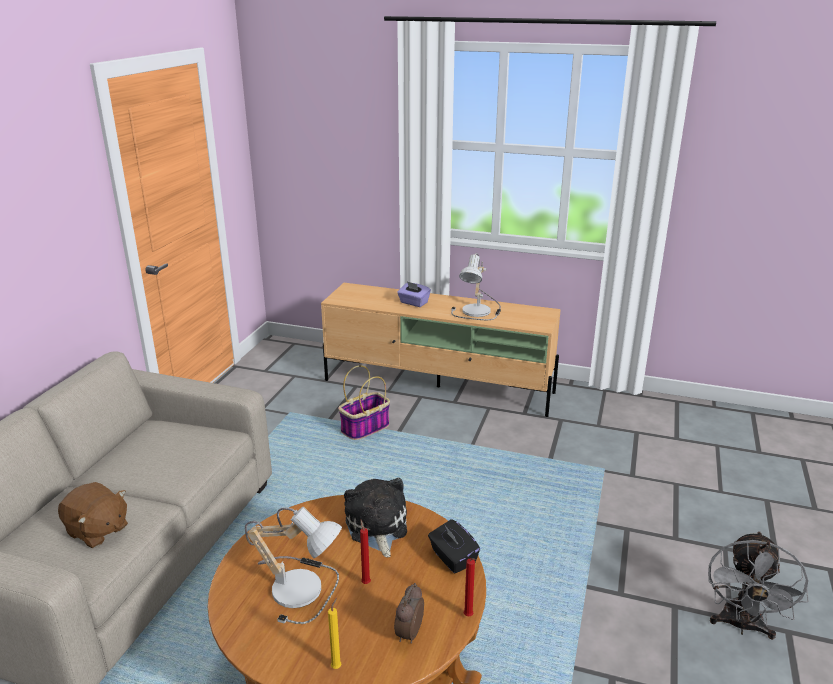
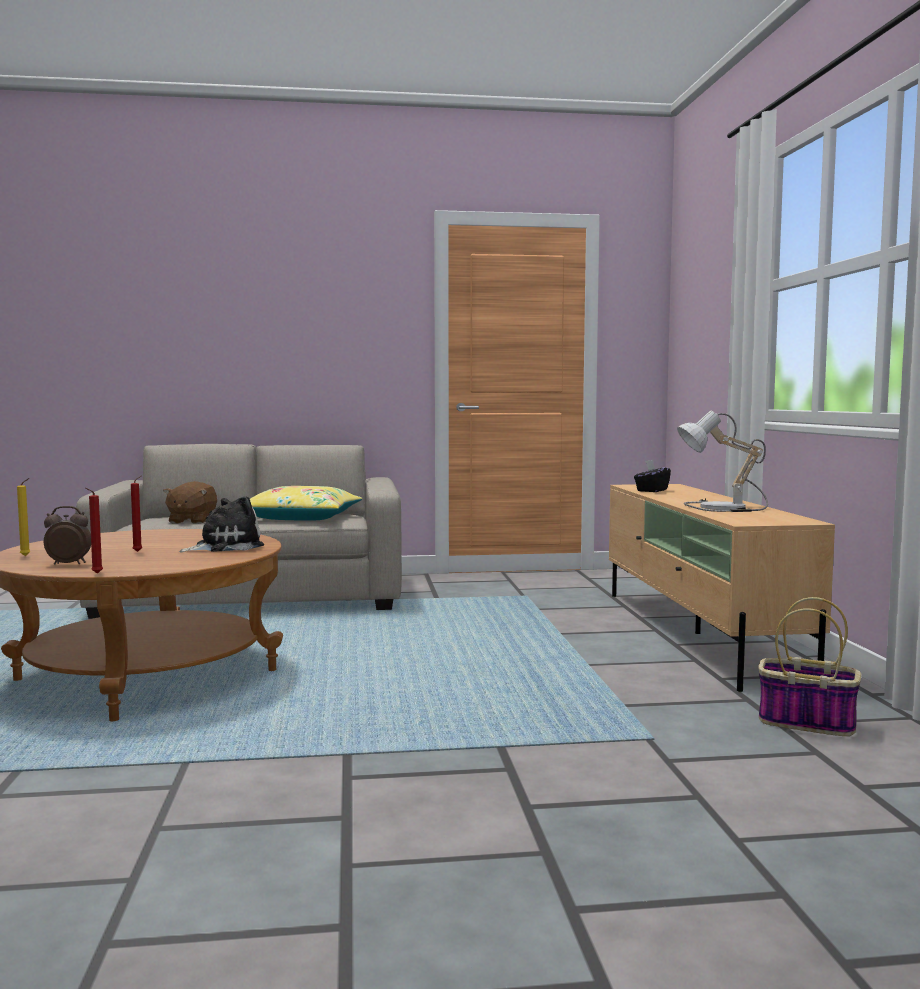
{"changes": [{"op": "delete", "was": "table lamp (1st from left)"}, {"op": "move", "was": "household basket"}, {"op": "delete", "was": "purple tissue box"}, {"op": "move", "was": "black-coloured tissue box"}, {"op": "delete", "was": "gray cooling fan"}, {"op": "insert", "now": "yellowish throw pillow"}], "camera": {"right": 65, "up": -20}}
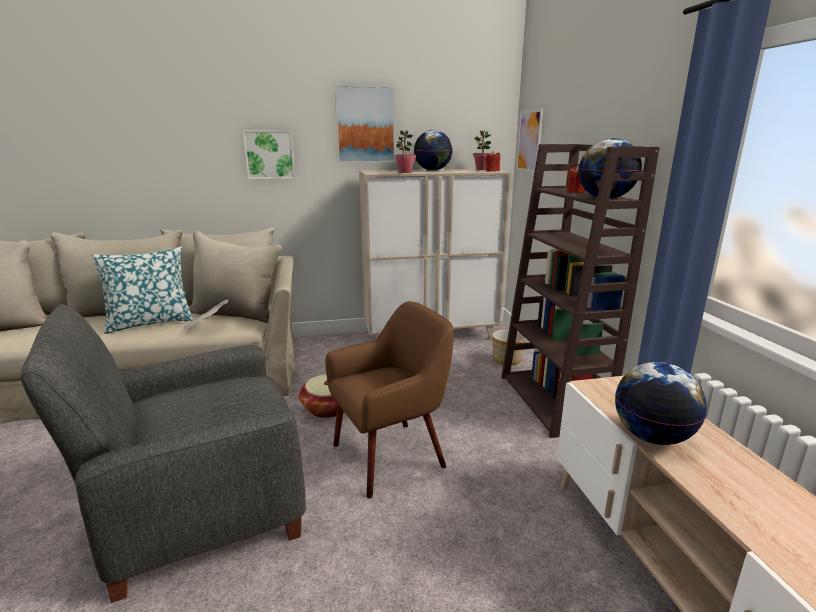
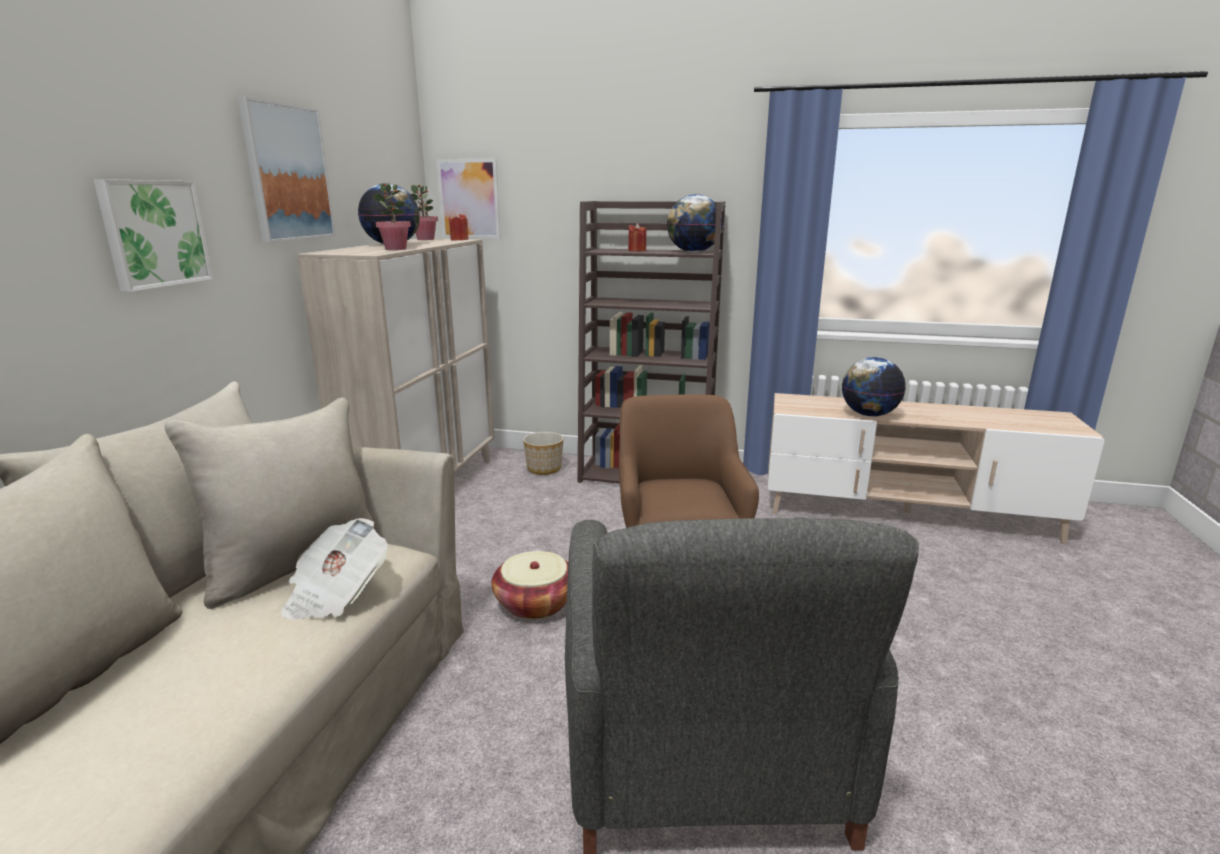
{"changes": [{"op": "delete", "was": "throw pillow"}], "camera": {"right": -65, "up": 0}}
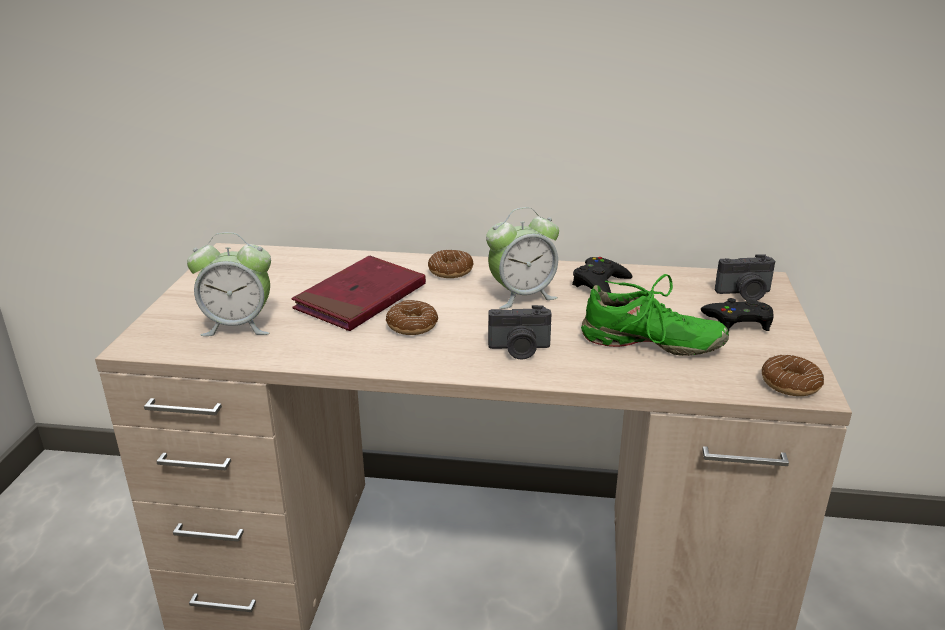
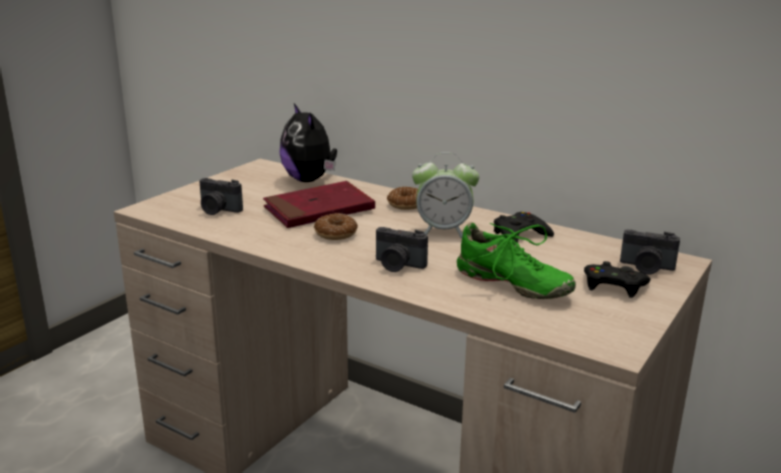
{"changes": [{"op": "replace", "was": "alarm clock (1st from left)", "now": "photo camera (1st from left)"}, {"op": "delete", "was": "ring doughnut (3rd from left)"}, {"op": "insert", "now": "cuddly toy"}], "camera": {"right": 25, "up": -5}}
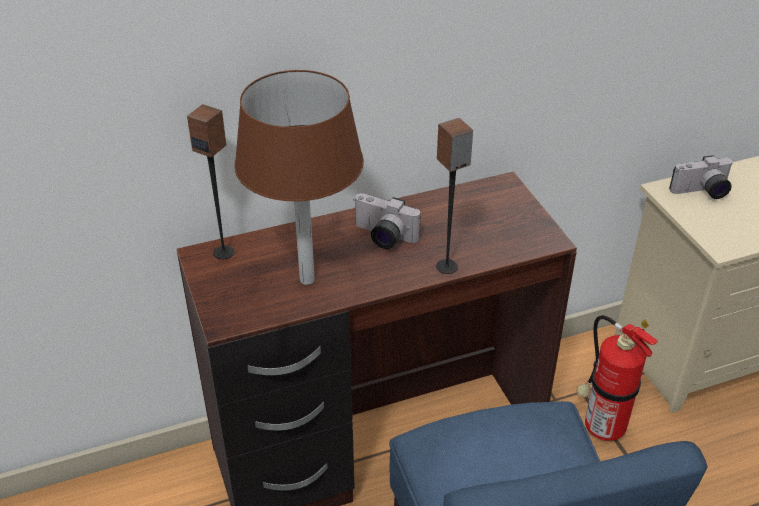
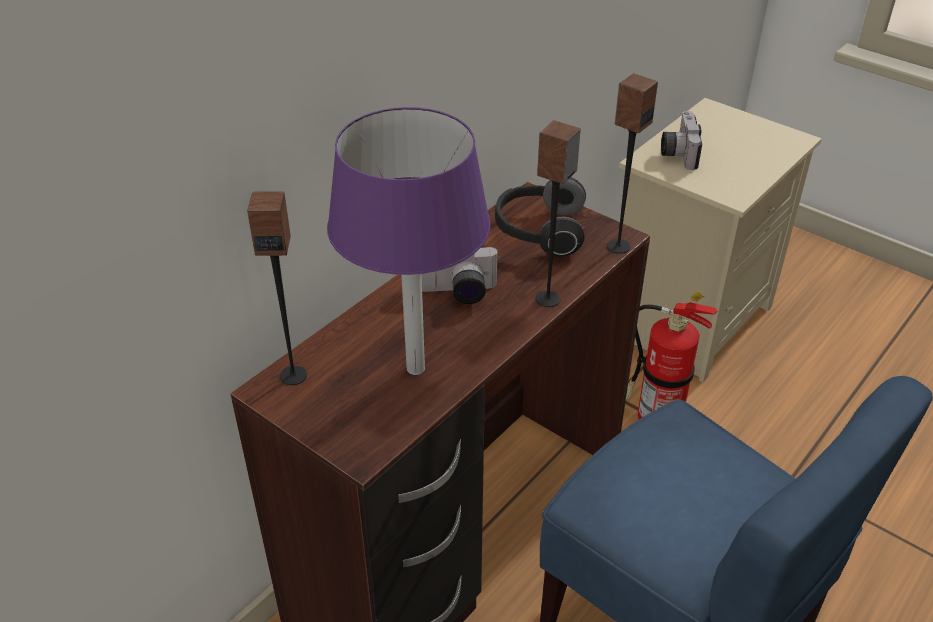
{"changes": [{"op": "recolor", "was": "brown-coloured table lamp", "now": "purple table lamp"}, {"op": "rotate", "was": "photo camera (2nd from left)", "clockwise": 135}, {"op": "insert", "now": "headset"}, {"op": "insert", "now": "loudspeaker (3rd from left)"}], "camera": {"right": -30, "up": 0}}
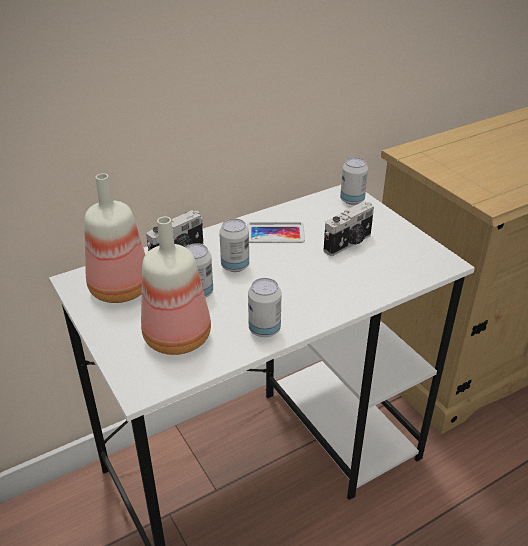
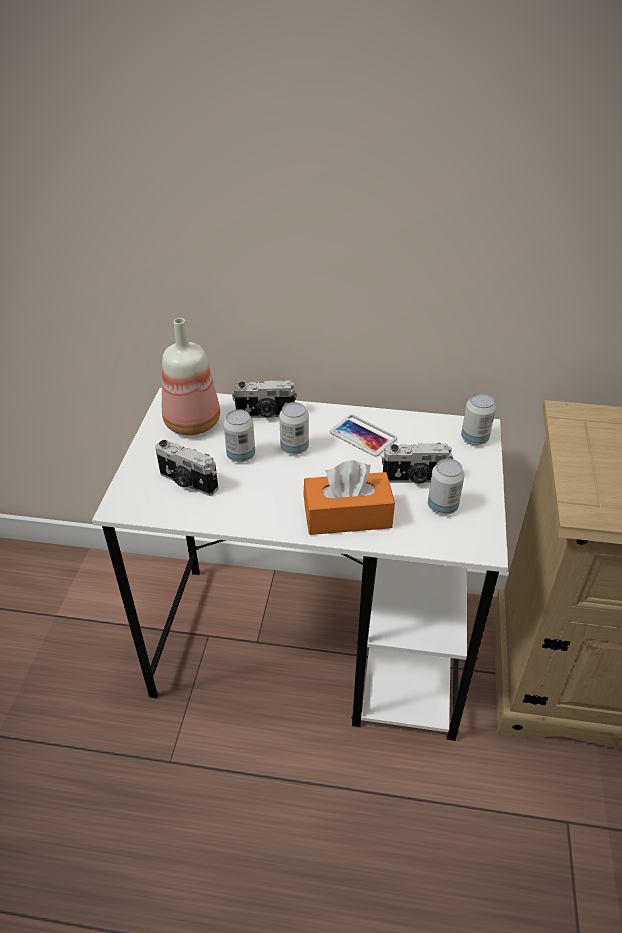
{"changes": [{"op": "replace", "was": "beverage bottle (2nd from left)", "now": "photo camera (1st from left)"}, {"op": "move", "was": "sealed can (3rd from left)"}, {"op": "insert", "now": "orange tissue box"}], "camera": {"right": 40, "up": 5}}
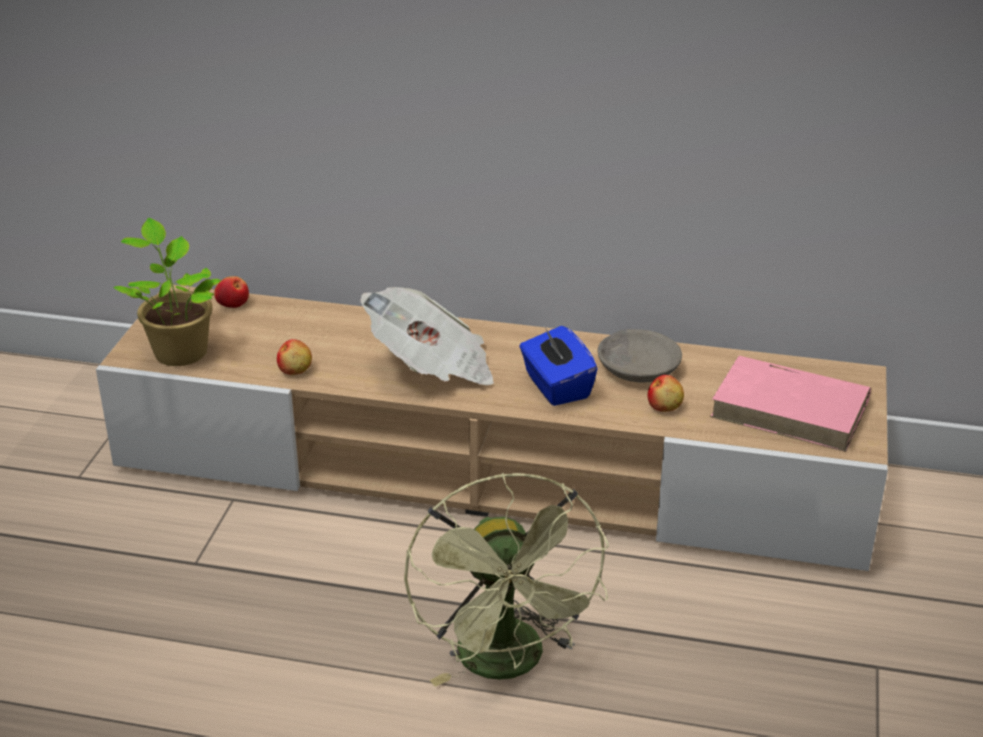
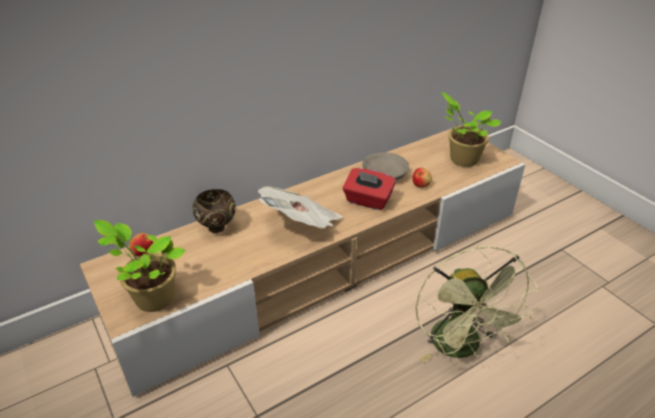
{"changes": [{"op": "delete", "was": "apple (2nd from left)"}, {"op": "rotate", "was": "green-coloured cooling fan", "clockwise": 45}, {"op": "recolor", "was": "blue-coloured tissue box", "now": "reddish tissue box"}, {"op": "replace", "was": "pink bound book", "now": "plant in a pot (2nd from left)"}, {"op": "insert", "now": "brown-coloured deep dish"}], "camera": {"right": -45, "up": 5}}
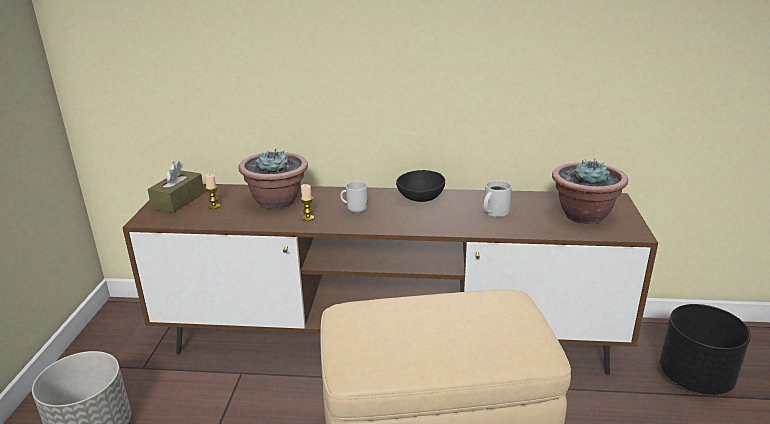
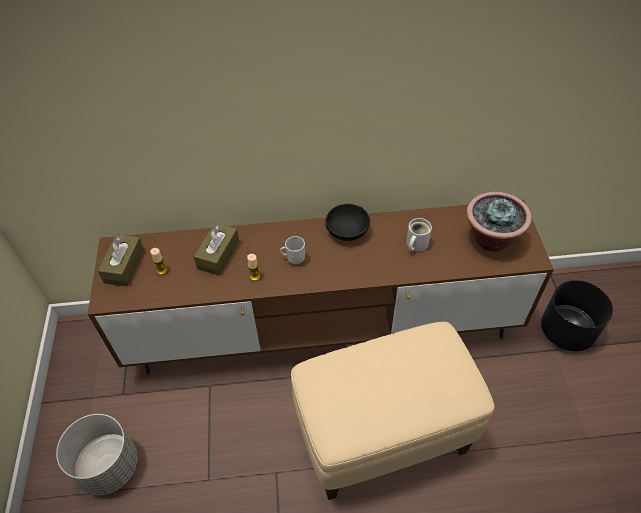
{"changes": [{"op": "replace", "was": "plant in a pot (1st from left)", "now": "brown-coloured tissue box (2nd from left)"}], "camera": {"right": -10, "up": 25}}
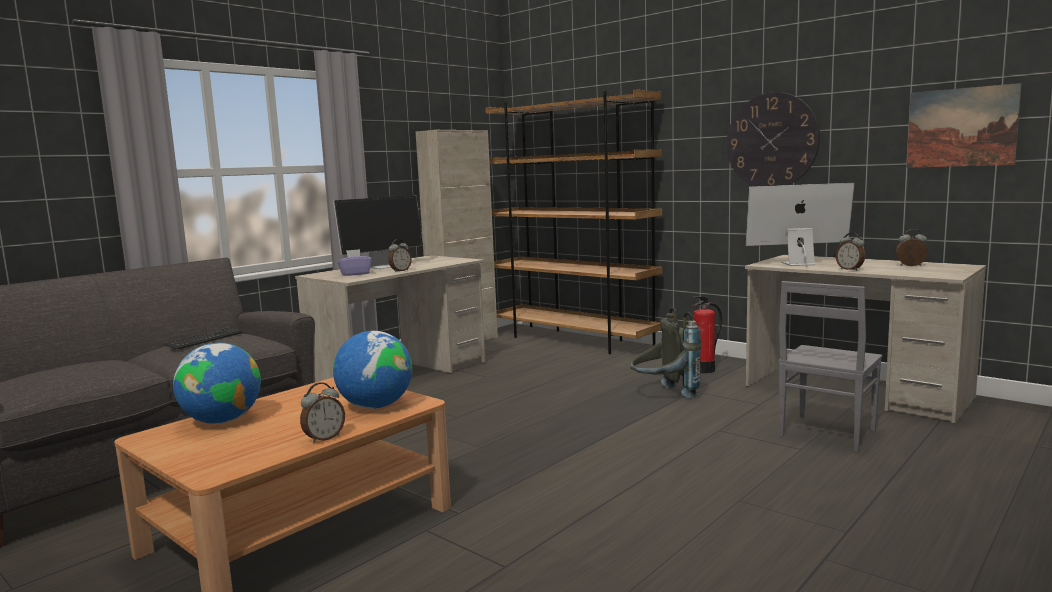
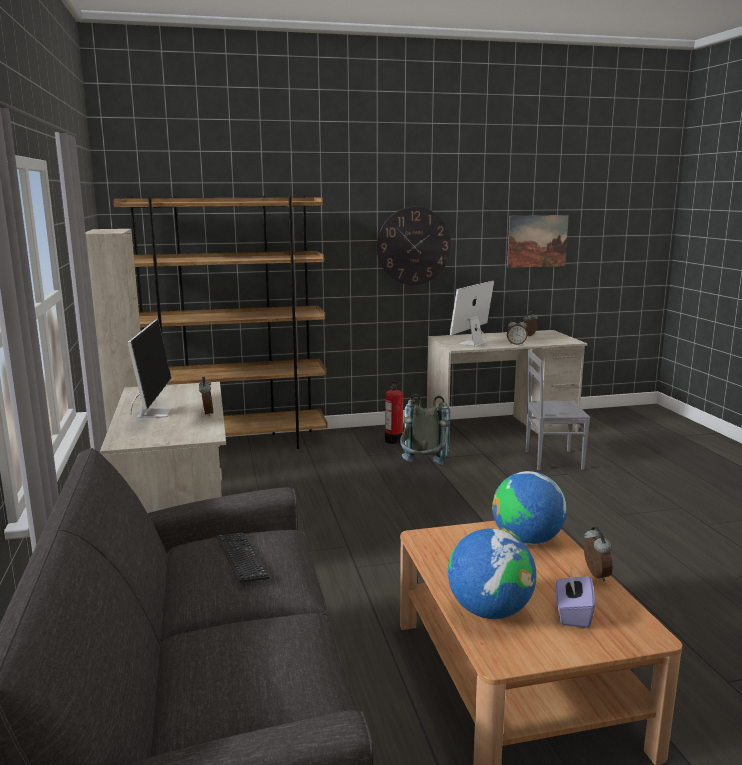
{"changes": [{"op": "move", "was": "purple tissue box"}, {"op": "rotate", "was": "gray chair", "clockwise": 105}], "camera": {"right": -55, "up": 5}}
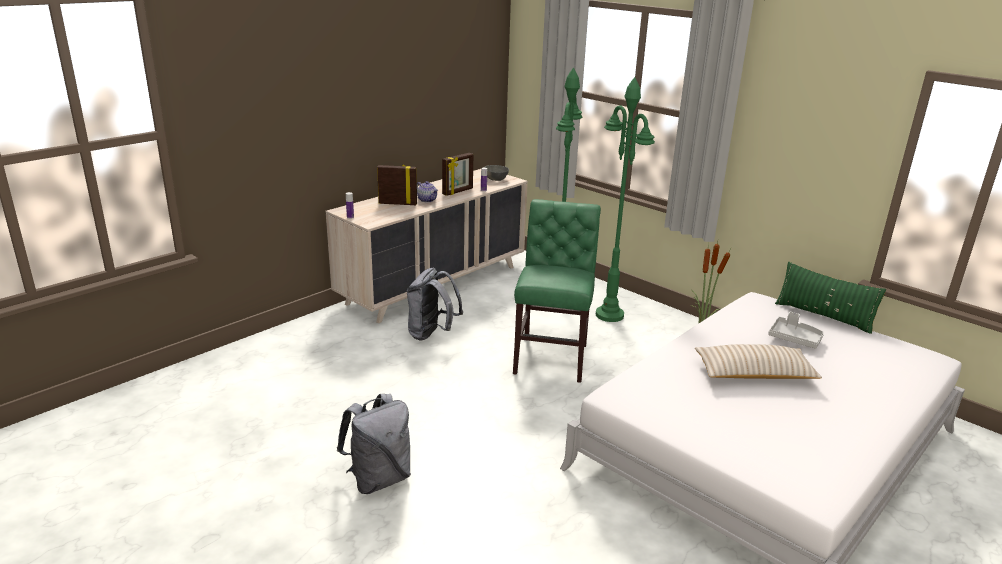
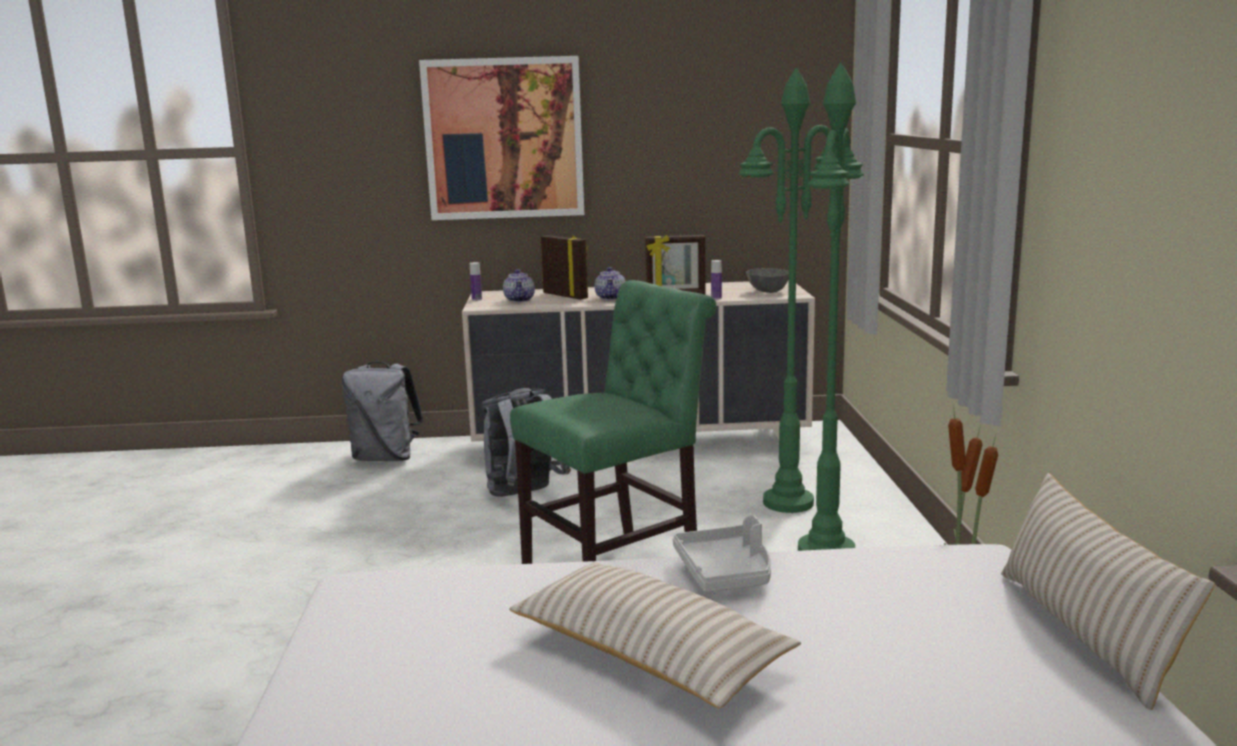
{"changes": [{"op": "move", "was": "gray knapsack (1st from left)"}, {"op": "move", "was": "gray tray"}, {"op": "recolor", "was": "green-coloured throw pillow", "now": "beige-coloured throw pillow (2nd from left)"}, {"op": "insert", "now": "picture"}, {"op": "insert", "now": "teapot (1st from left)"}], "camera": {"right": 45, "up": -10}}
